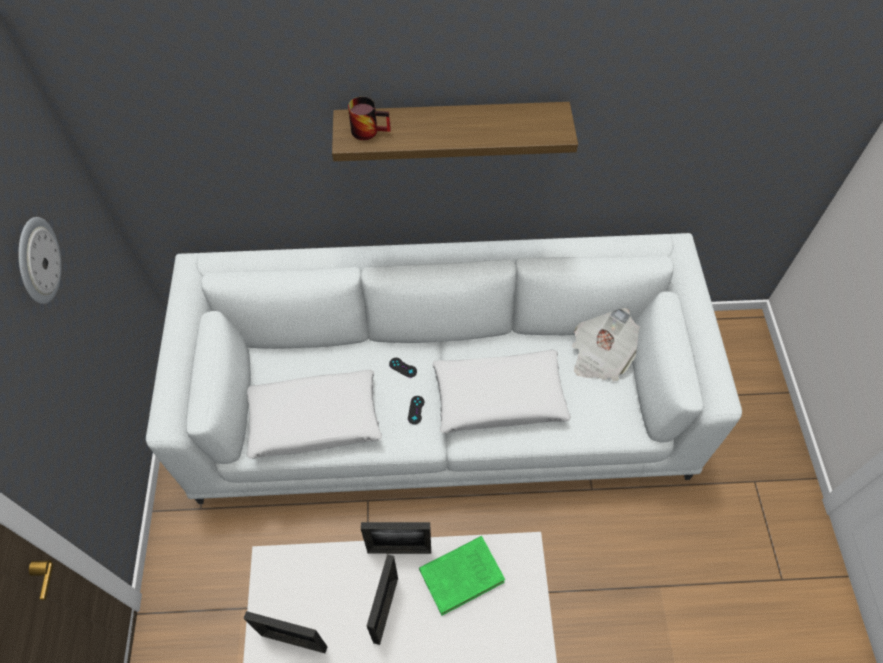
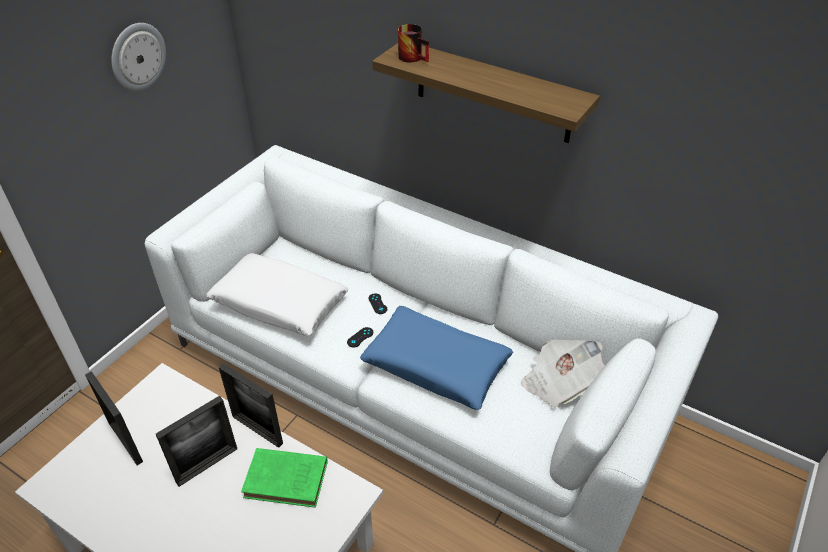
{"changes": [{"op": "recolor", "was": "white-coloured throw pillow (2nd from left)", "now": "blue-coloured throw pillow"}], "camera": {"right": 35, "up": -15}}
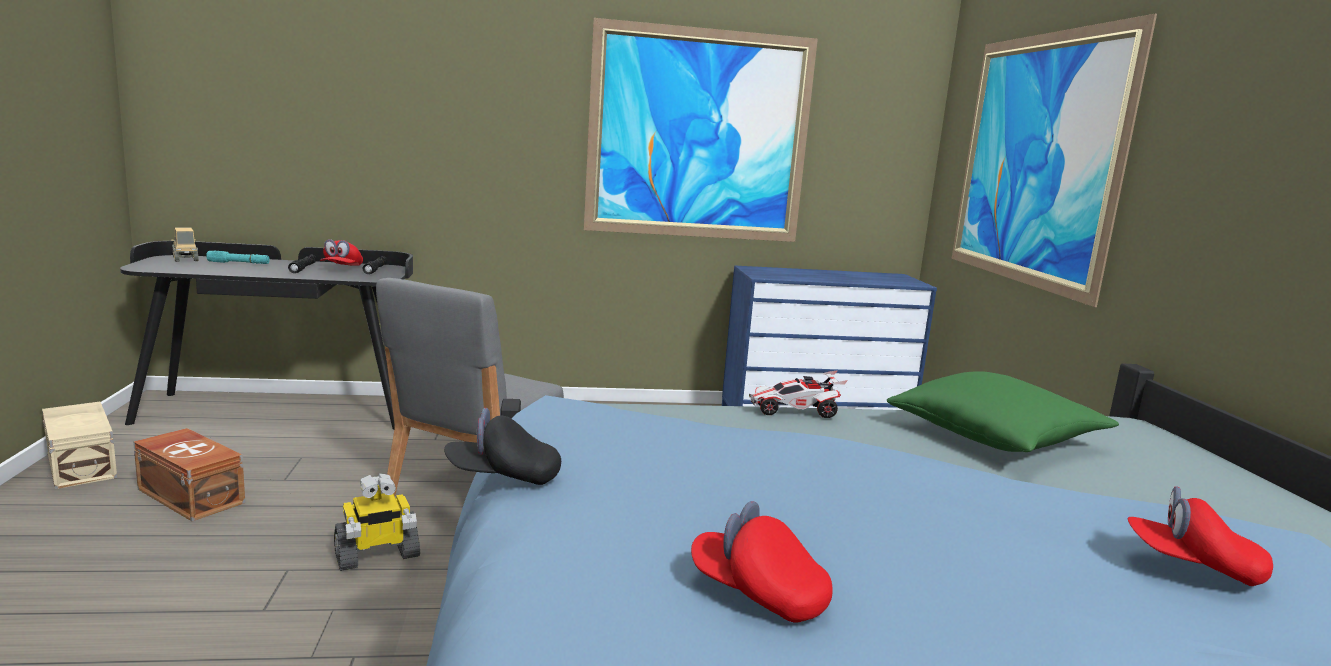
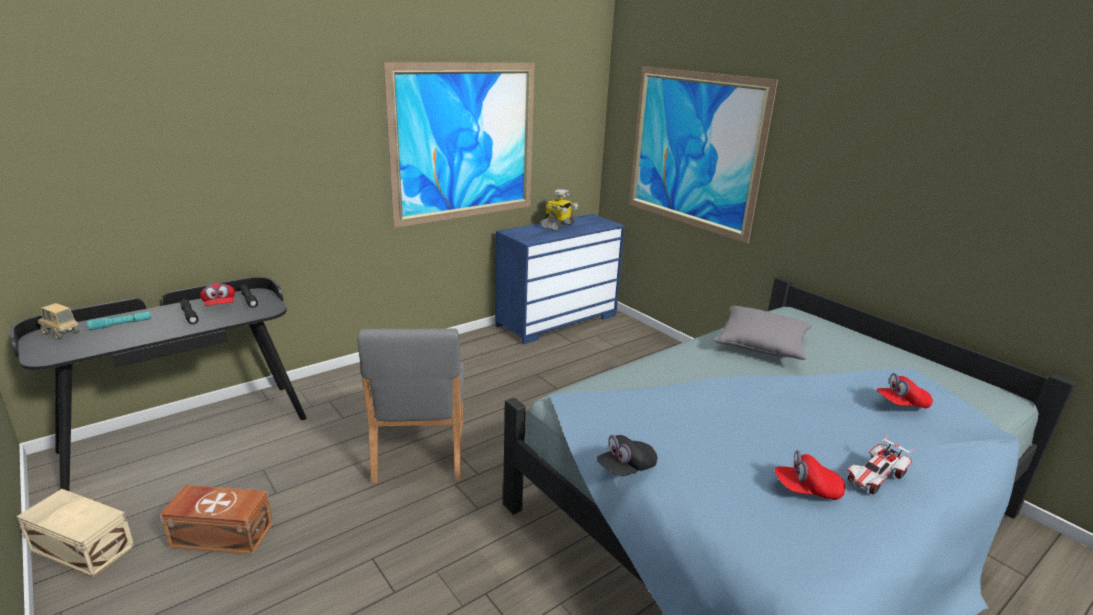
{"changes": [{"op": "move", "was": "toy robot"}, {"op": "move", "was": "model car"}, {"op": "recolor", "was": "green-coloured throw pillow", "now": "gray throw pillow"}], "camera": {"right": -30, "up": 10}}
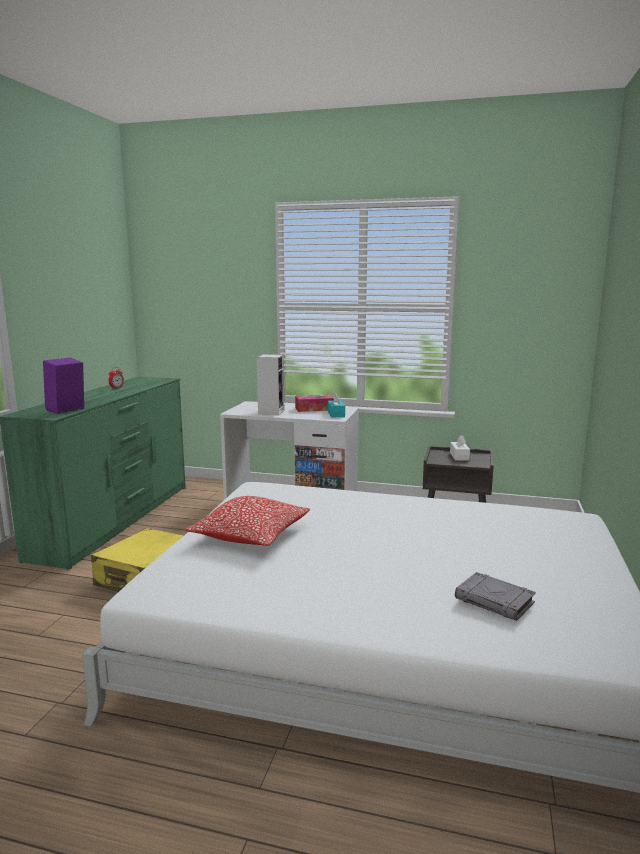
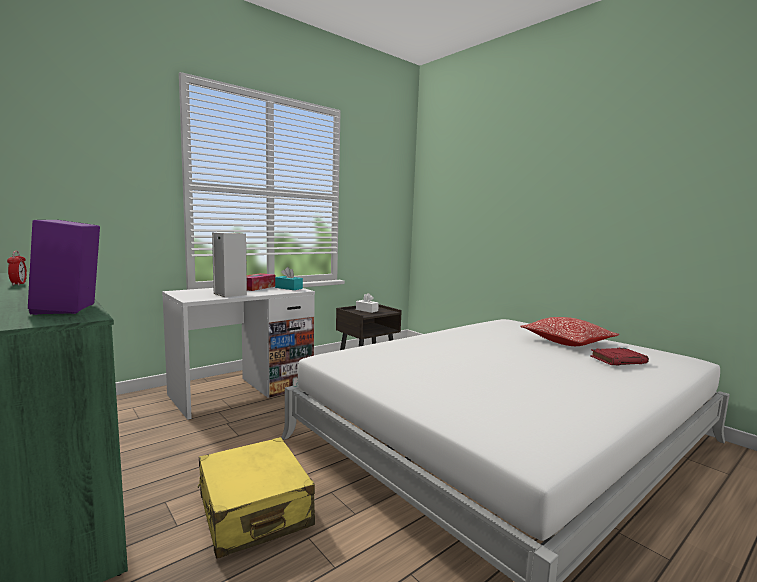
{"changes": [{"op": "move", "was": "throw pillow"}, {"op": "recolor", "was": "gray bound book", "now": "reddish bound book"}], "camera": {"right": -55, "up": -5}}
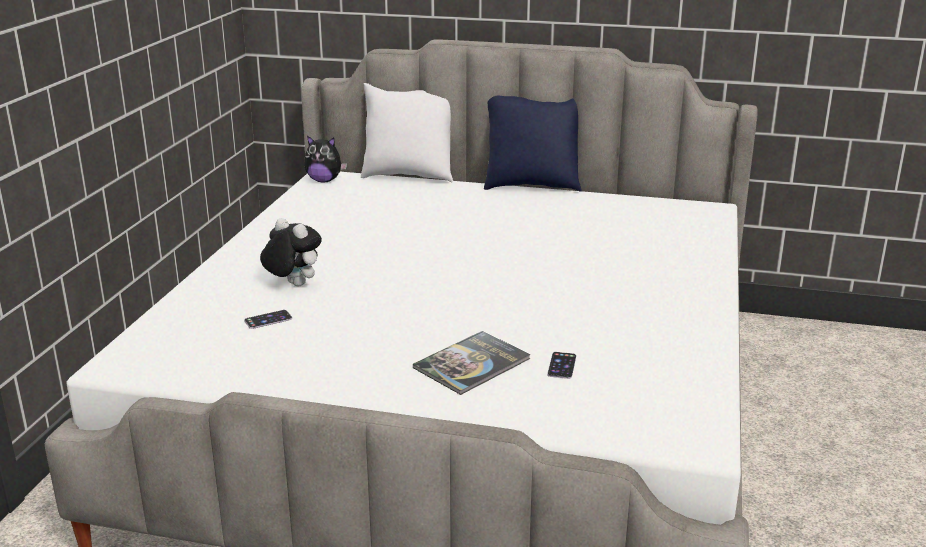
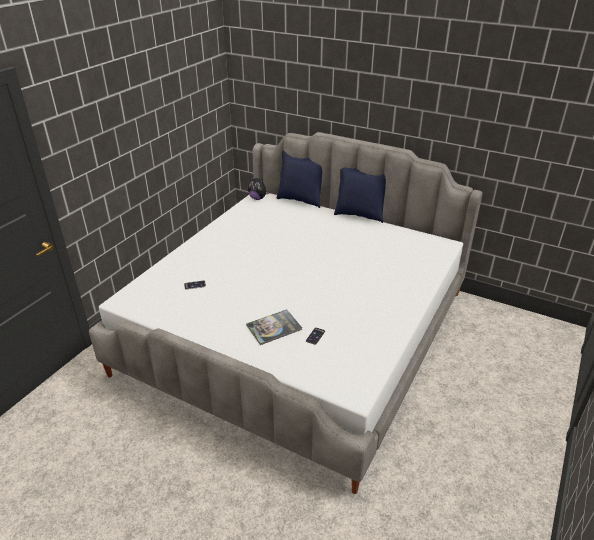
{"changes": [{"op": "delete", "was": "cuddly toy (1st from left)"}, {"op": "recolor", "was": "white-coloured throw pillow", "now": "blue-coloured throw pillow (1st from left)"}], "camera": {"right": 15, "up": 10}}
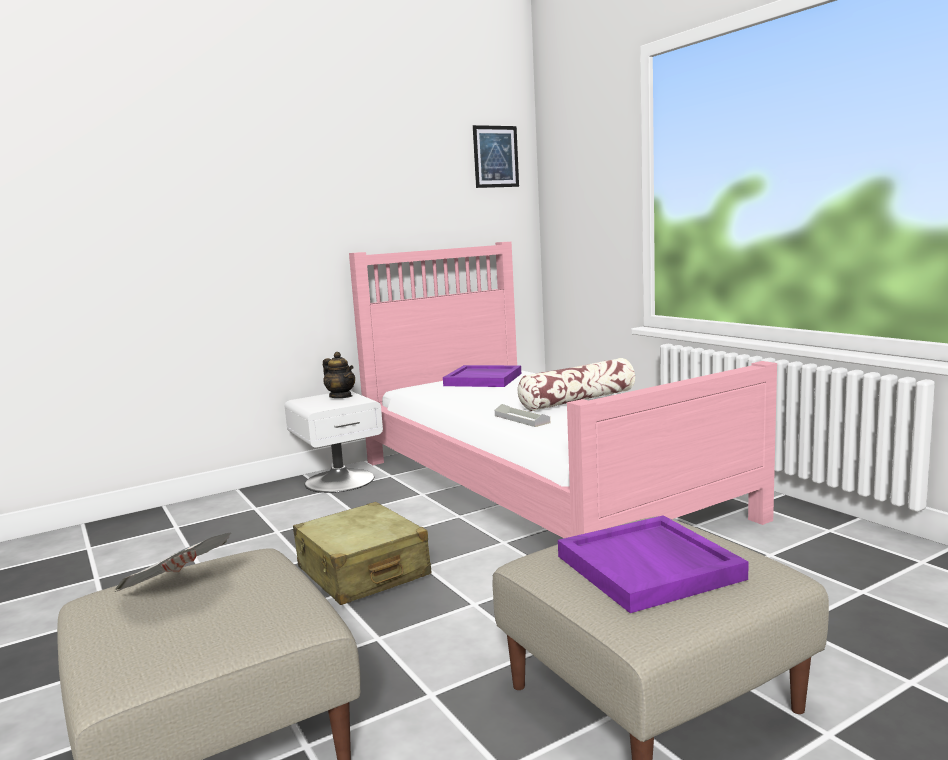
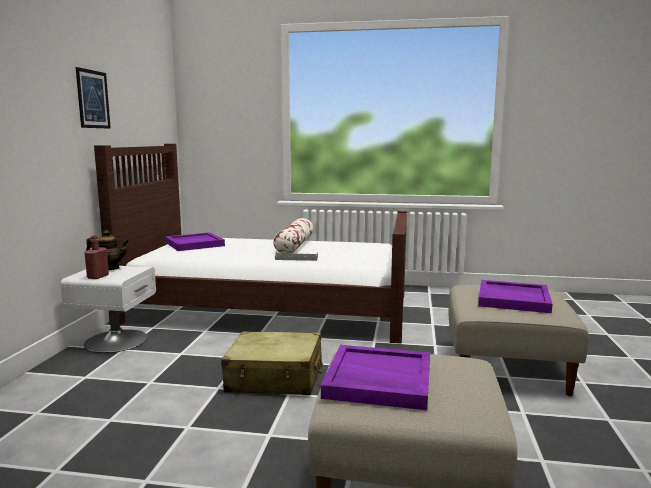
{"changes": [{"op": "replace", "was": "newspaper", "now": "purple tray (2nd from left)"}, {"op": "recolor", "was": "pink sleeping bed", "now": "brown-coloured sleeping bed"}, {"op": "move", "was": "picture"}, {"op": "insert", "now": "reddish beverage bottle"}], "camera": {"right": -50, "up": 0}}
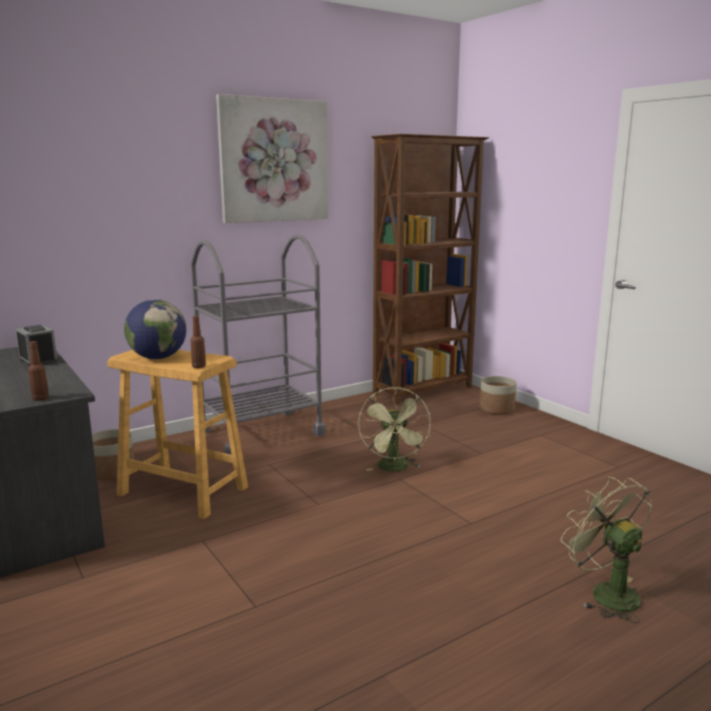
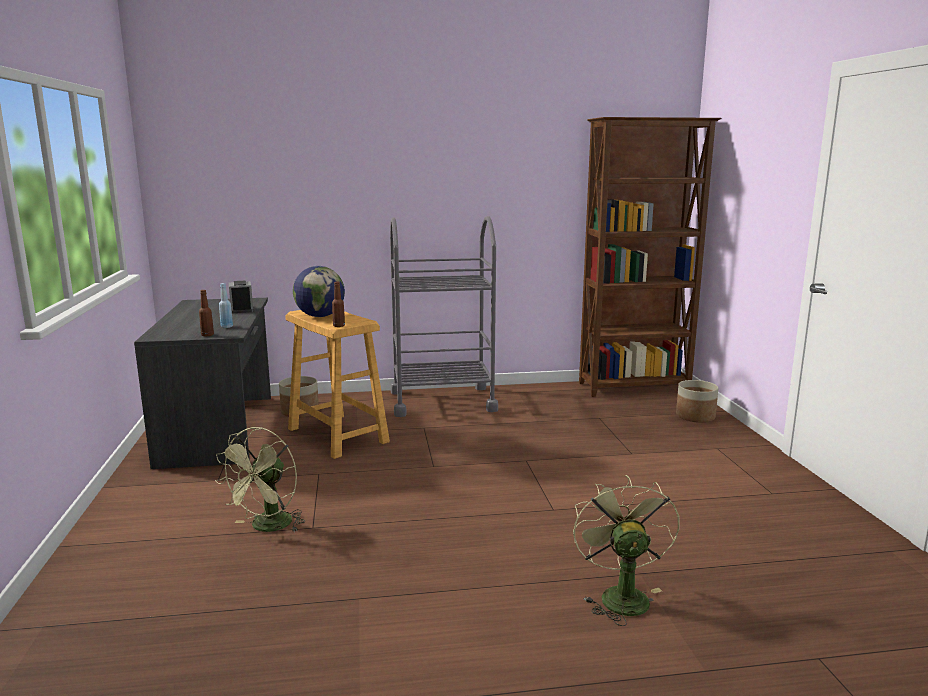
{"changes": [{"op": "delete", "was": "picture"}, {"op": "move", "was": "green-coloured cooling fan (1st from left)"}, {"op": "insert", "now": "blue-coloured beverage bottle"}], "camera": {"right": 25, "up": 0}}
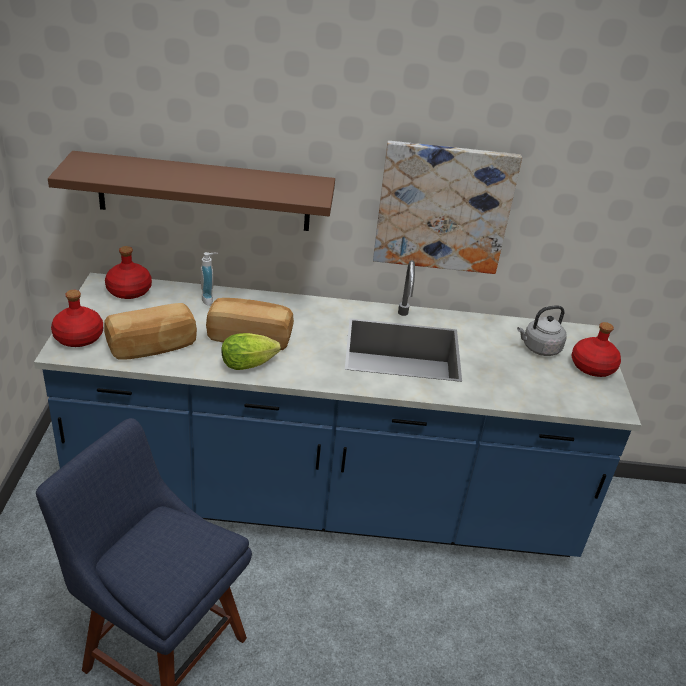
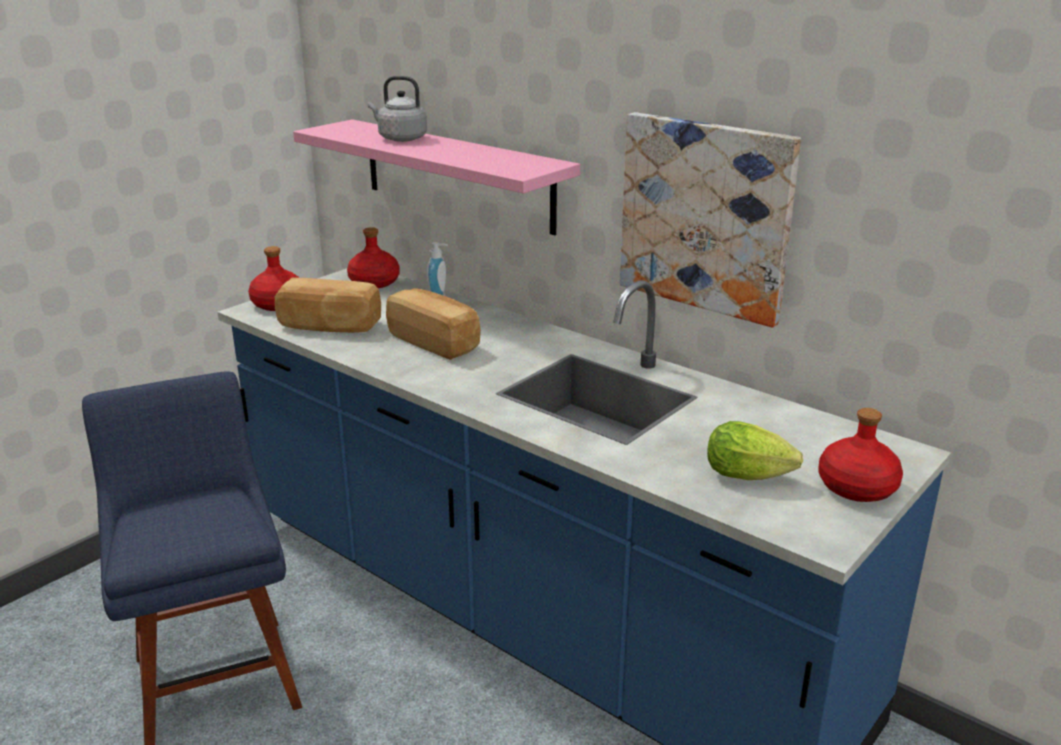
{"changes": [{"op": "recolor", "was": "brown-coloured wall shelf", "now": "pink wall shelf"}, {"op": "move", "was": "lettuce"}, {"op": "move", "was": "gray tea kettle"}], "camera": {"right": 40, "up": -10}}
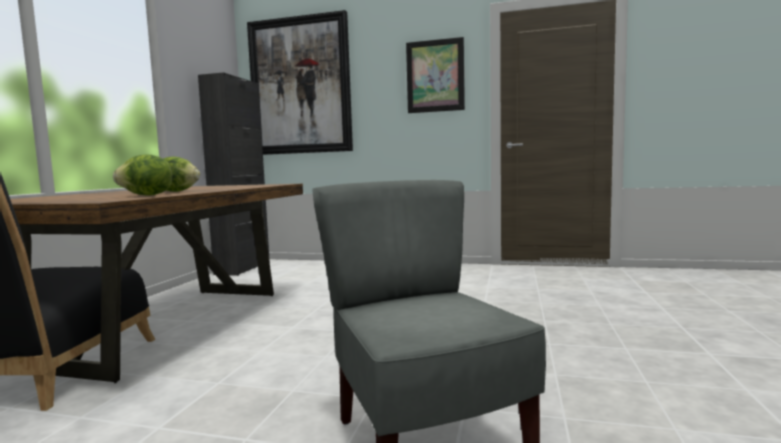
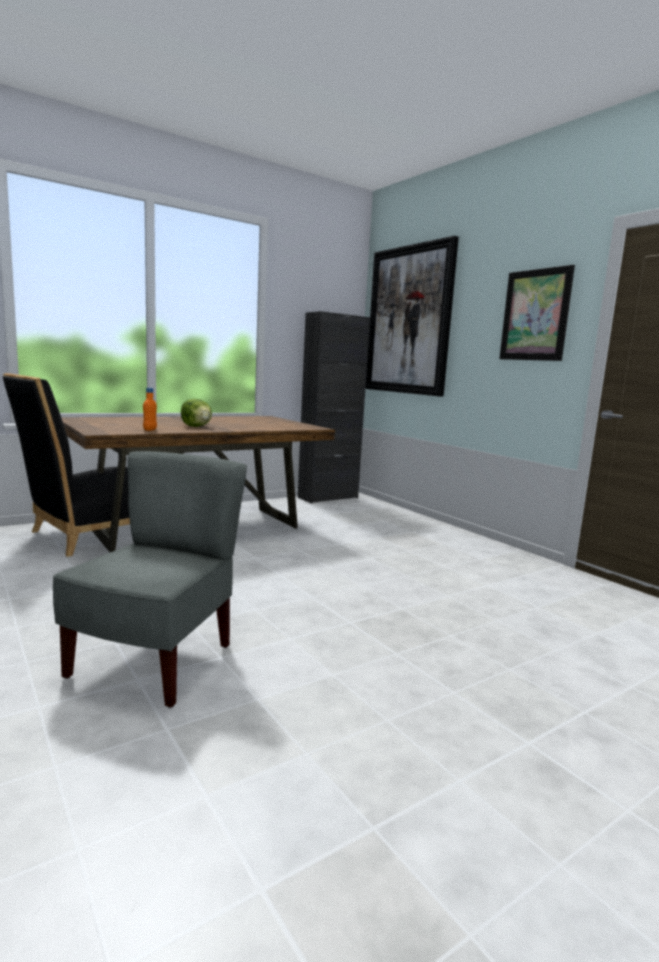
{"changes": [{"op": "replace", "was": "lettuce (1st from left)", "now": "orange beverage bottle"}], "camera": {"right": 40, "up": 5}}
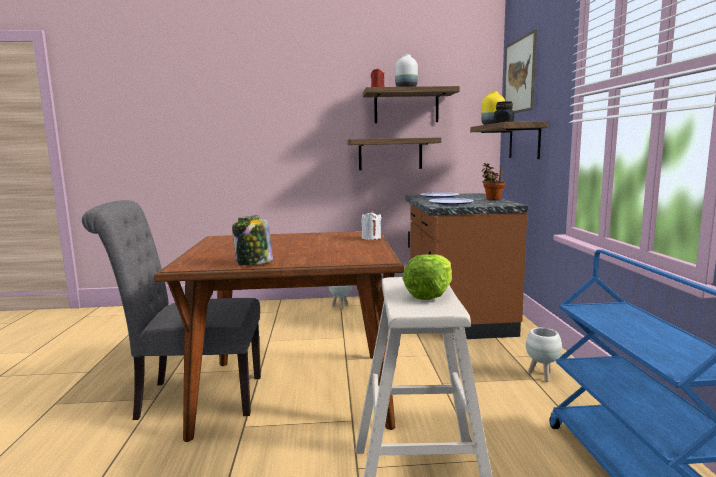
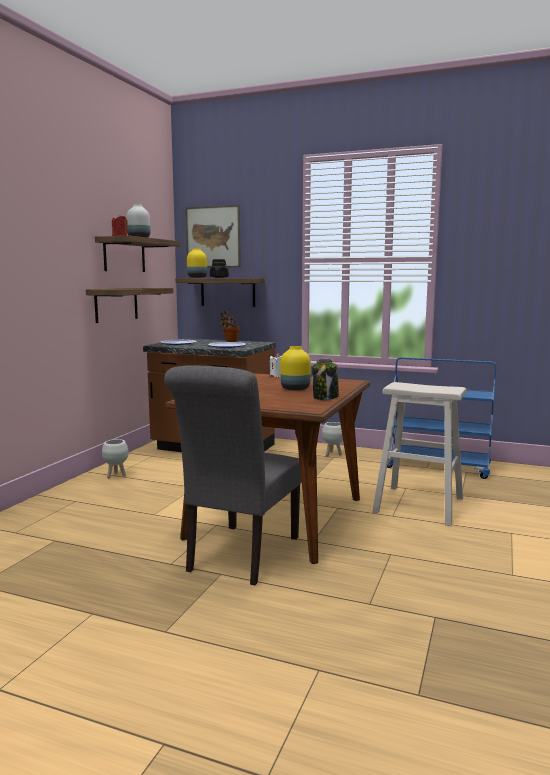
{"changes": [{"op": "delete", "was": "lettuce"}, {"op": "insert", "now": "yellowish flower vase (2nd from left)"}], "camera": {"right": -65, "up": 0}}
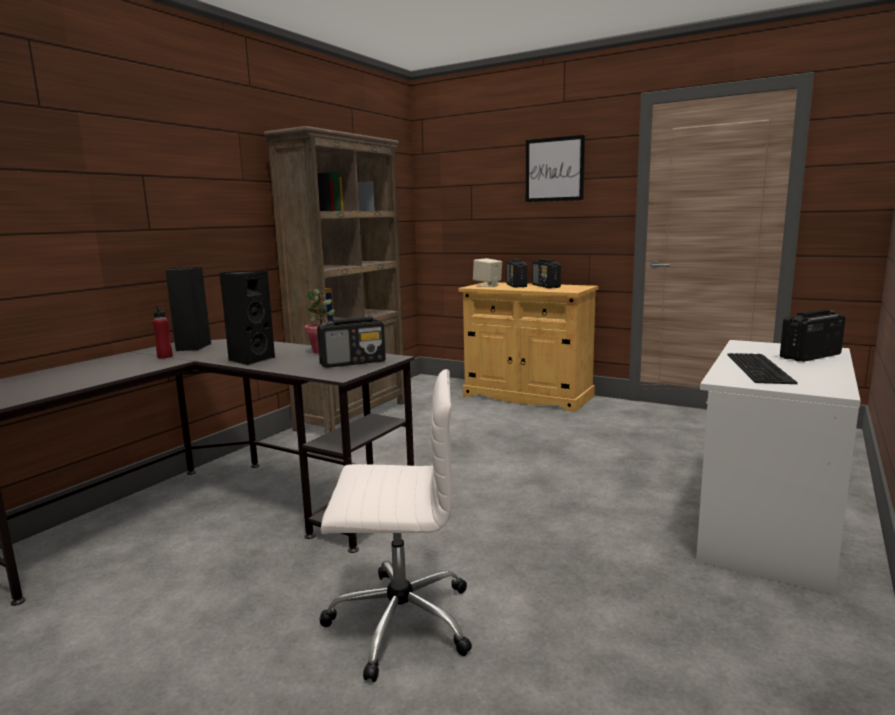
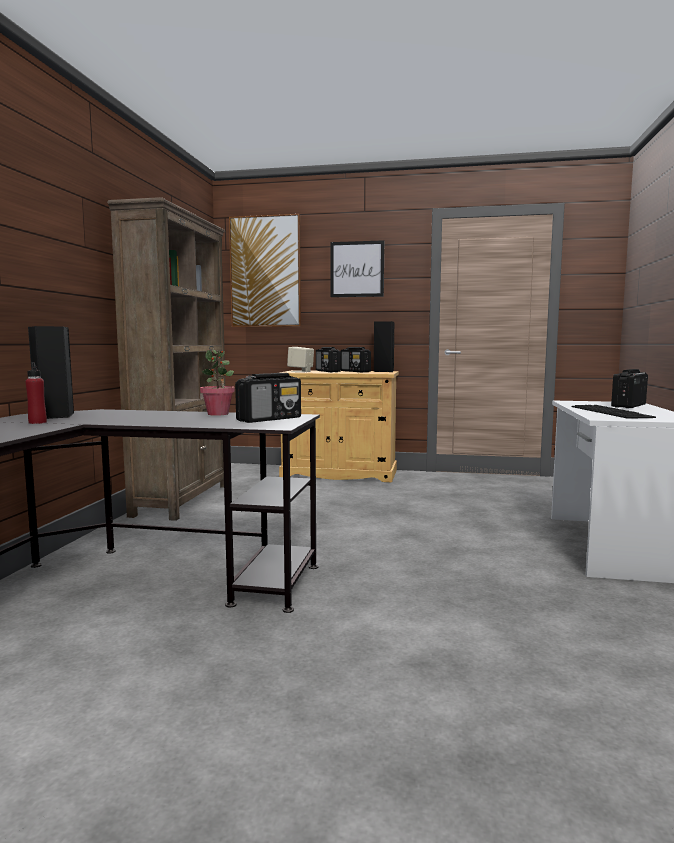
{"changes": [{"op": "move", "was": "black-coloured loudspeaker (2nd from left)"}, {"op": "delete", "was": "white-coloured desk chair"}, {"op": "insert", "now": "picture (1st from left)"}], "camera": {"right": -20, "up": -5}}
